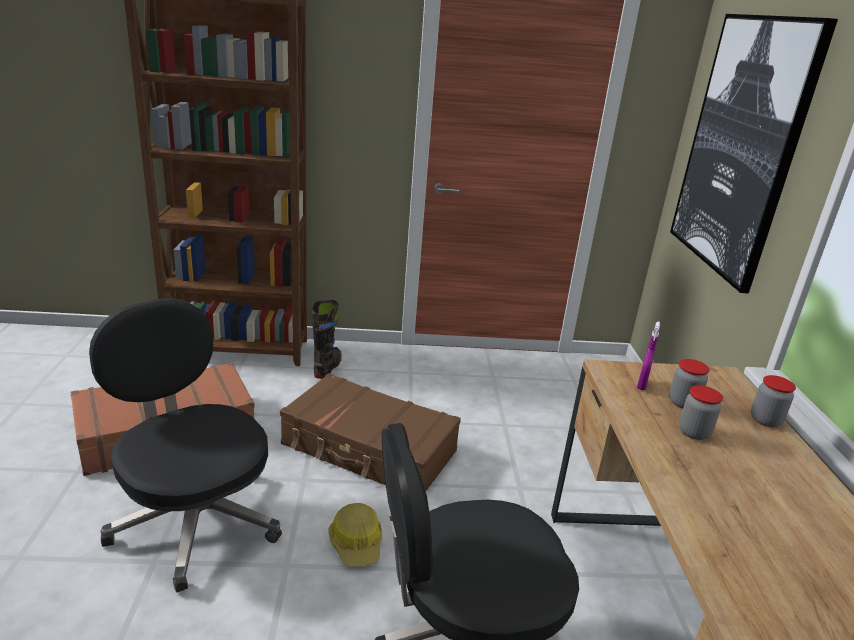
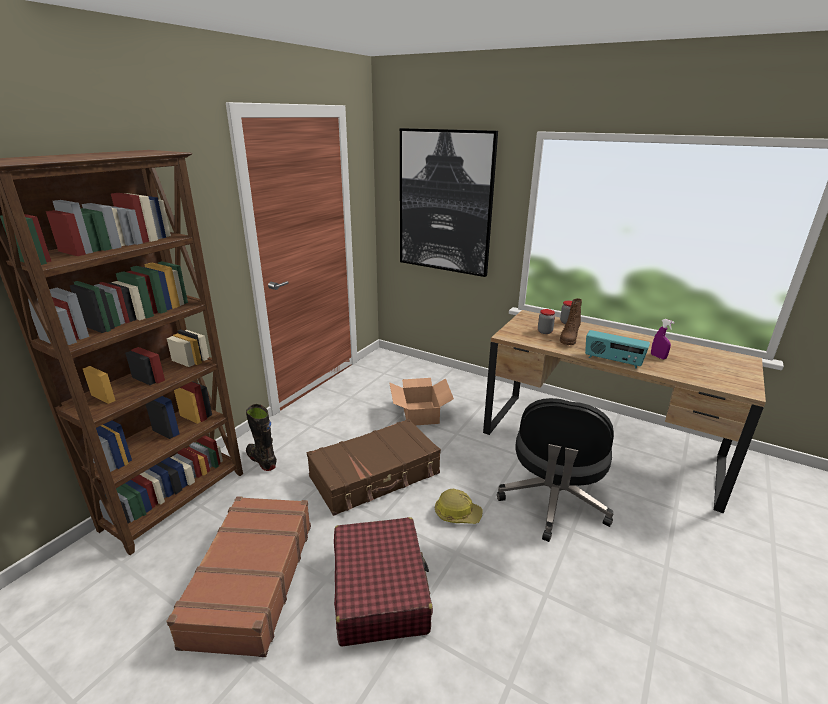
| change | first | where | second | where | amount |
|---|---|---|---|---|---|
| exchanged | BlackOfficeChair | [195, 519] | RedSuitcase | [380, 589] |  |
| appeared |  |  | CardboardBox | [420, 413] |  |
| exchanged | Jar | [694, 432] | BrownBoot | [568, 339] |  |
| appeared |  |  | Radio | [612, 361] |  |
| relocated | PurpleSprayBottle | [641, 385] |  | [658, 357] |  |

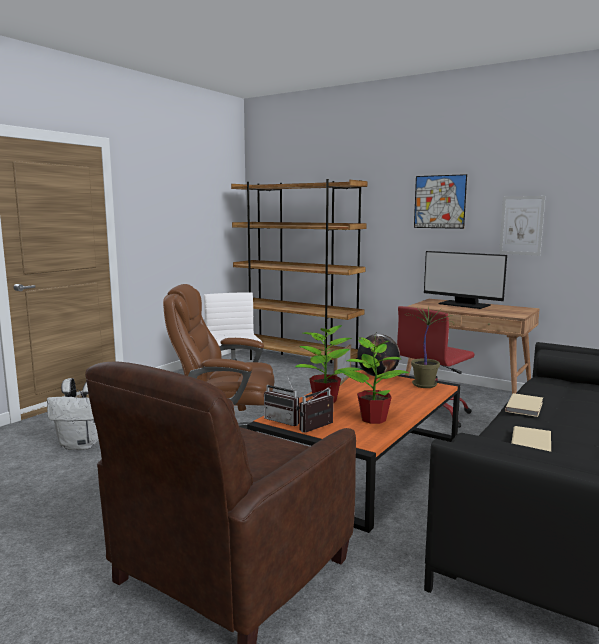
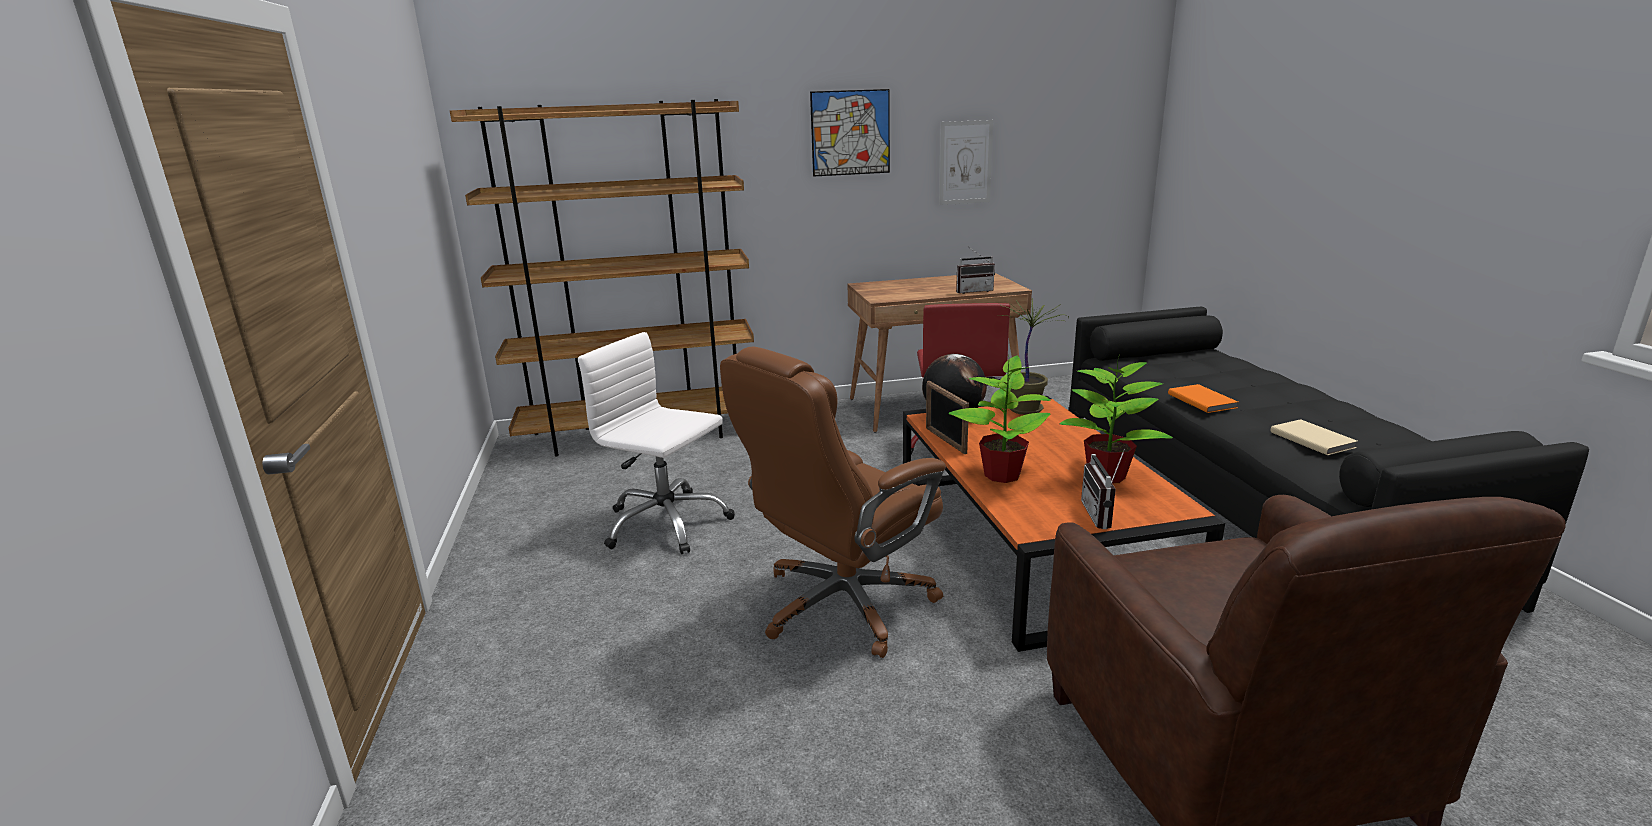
| change | first | where | second | where | amount |
|---|---|---|---|---|---|
| relocated | Radio | [284, 420] |  | [973, 291] |  |
| colour | BeigeBook | [525, 407] | OrangeBook | [1202, 400] |  |
| missing | WhiteBackpack | [82, 445] |  |  |  |
| missing | Monitor | [464, 305] |  |  |  |

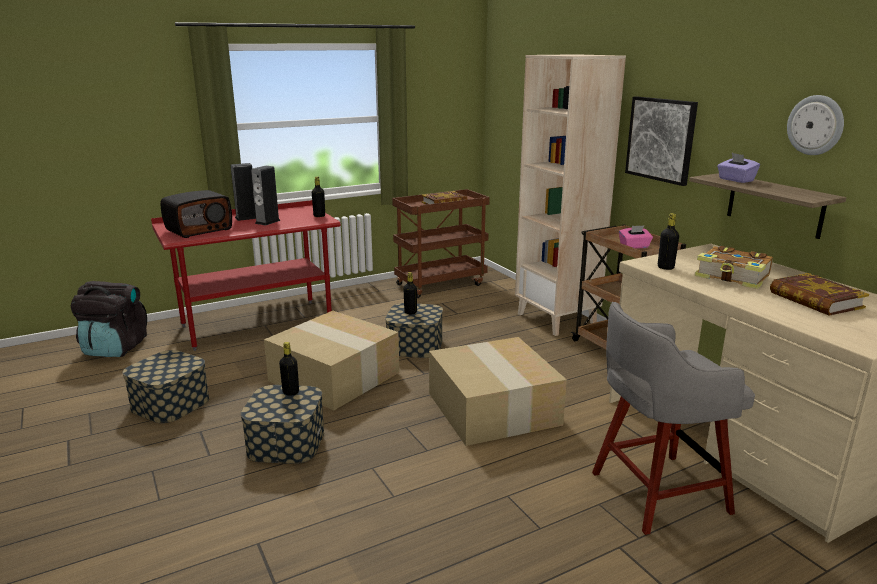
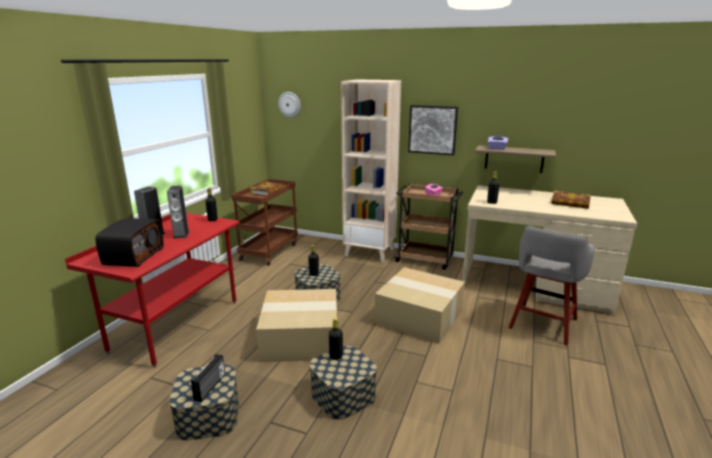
| change | first | where | second | where | amount |
|---|---|---|---|---|---|
| appeared |  |  | Radio | [211, 387] |  |
| relocated | WallClock | [815, 125] |  | [289, 104] |  |
| missing | BlackBackpack | [115, 348] |  |  |  |
| missing | Book | [733, 277] |  |  |  |

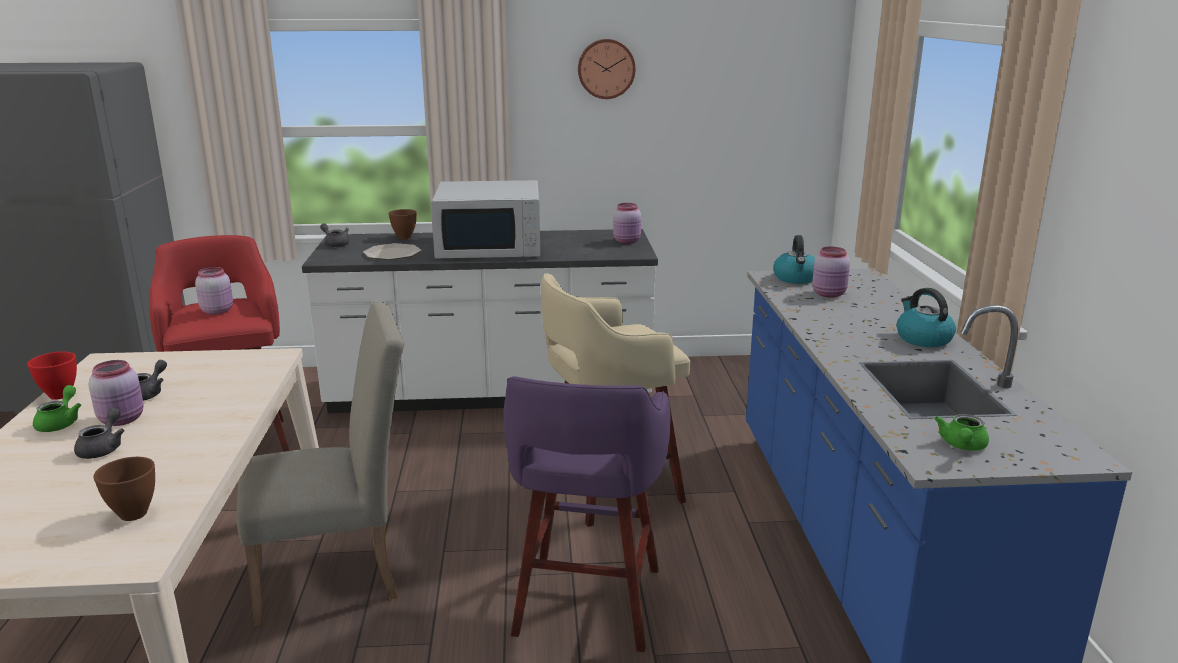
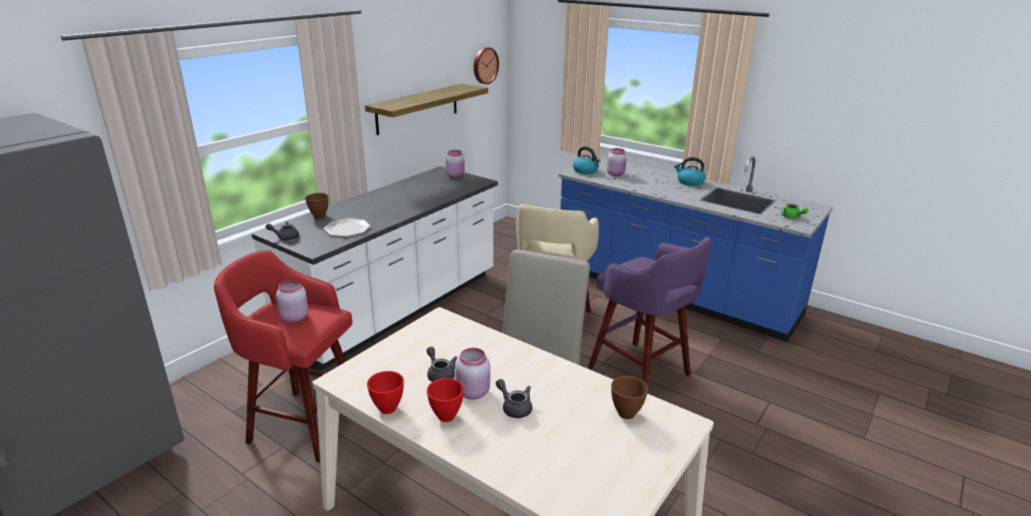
| change | first | where | second | where | amount |
|---|---|---|---|---|---|
| appeared |  |  | Shelf | [417, 108] |  |
| exchanged | GreenTeapot | [60, 423] | RedBowl | [445, 416] |  |
| relocated | WallClock | [606, 69] |  | [484, 65] |  |
| missing | WhiteMicrowave | [490, 246] |  |  |  |

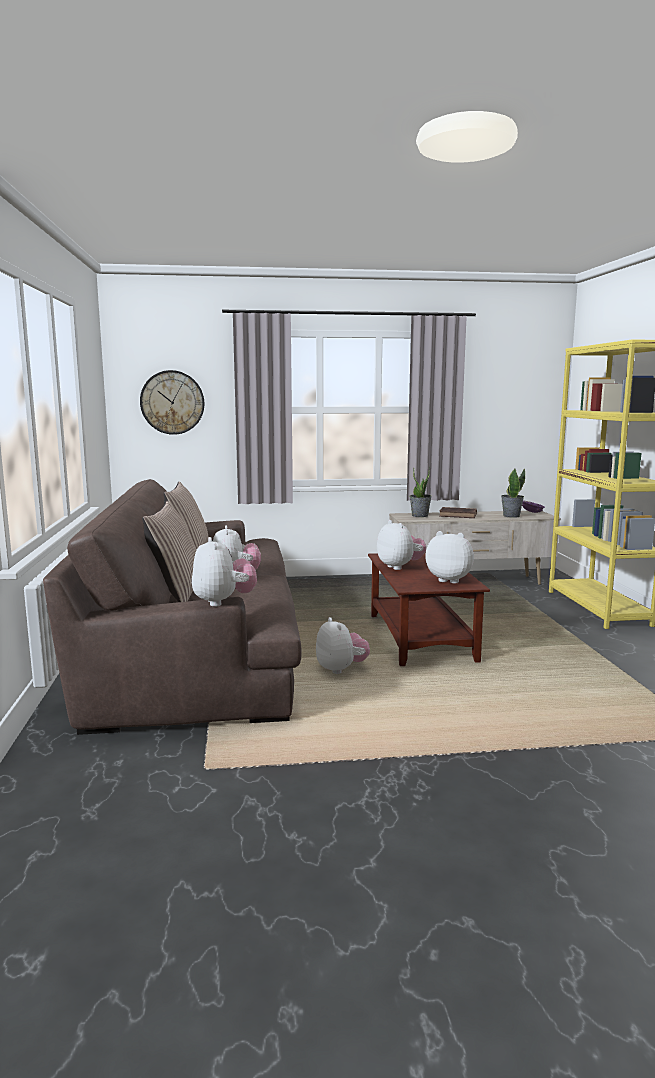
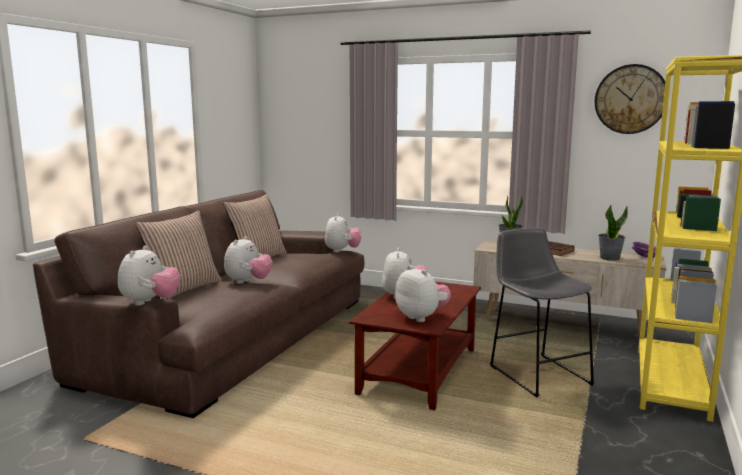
| change | first | where | second | where | amount |
|---|---|---|---|---|---|
| relocated | PlushToy | [341, 669] |  | [342, 251] |  |
| appeared |  |  | GreyStool | [537, 373] |  |
| relocated | WallClock | [172, 402] |  | [630, 99] |  |

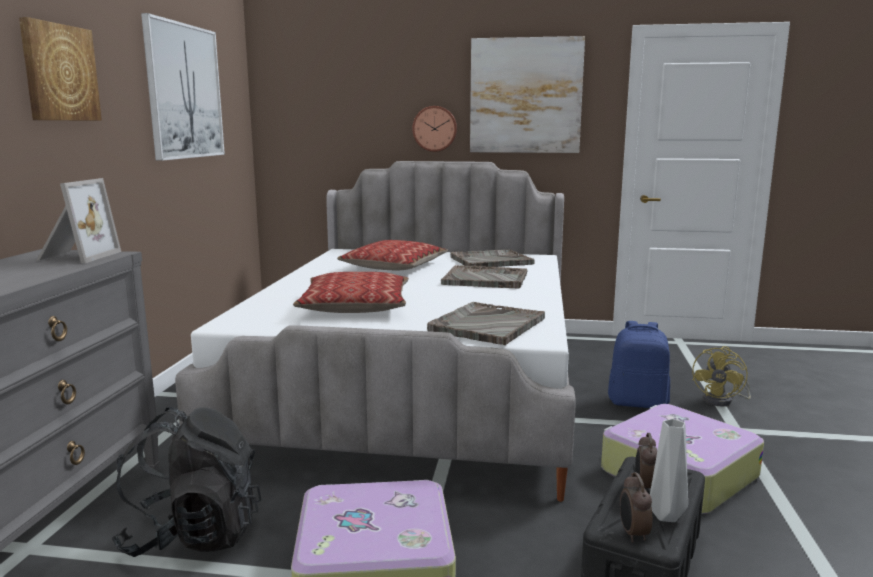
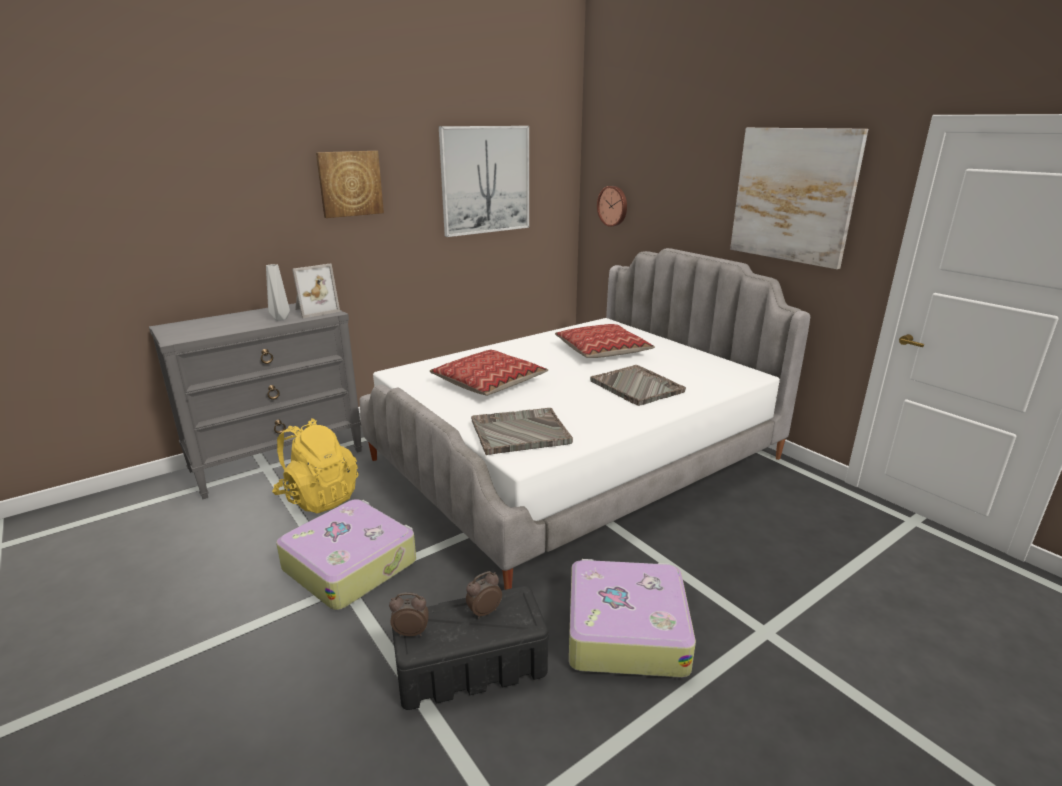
| change | first | where | second | where | amount |
|---|---|---|---|---|---|
| relocated | GreyVase | [666, 517] |  | [279, 319] |  |
| colour | BlackBackpack | [193, 535] | YellowBackpack | [319, 497] |  |
| spun | AlarmClock | [633, 534] |  | [411, 632] | 45 degrees clockwise |
| relocated | WallClock | [435, 128] |  | [613, 206] |  |
| missing | GreyTray | [490, 261] |  |  |  |
| missing | BlueBackpack | [638, 402] |  |  |  |
| missing | YellowFan | [722, 401] |  |  |  |

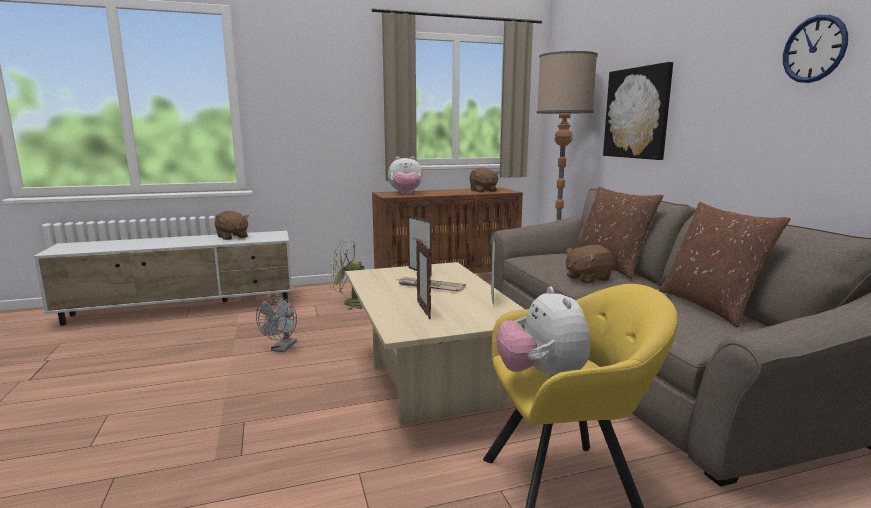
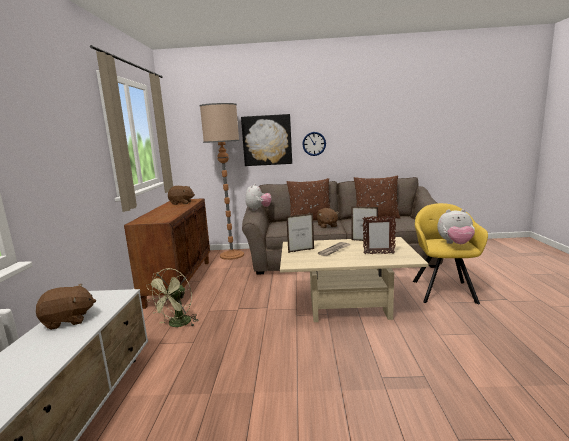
| change | first | where | second | where | amount |
|---|---|---|---|---|---|
| relocated | PlushToy | [405, 194] |  | [258, 209] |  |
| relocated | WallClock | [814, 49] |  | [314, 143] |  |
| missing | GreyFan | [282, 348] |  |  |  |

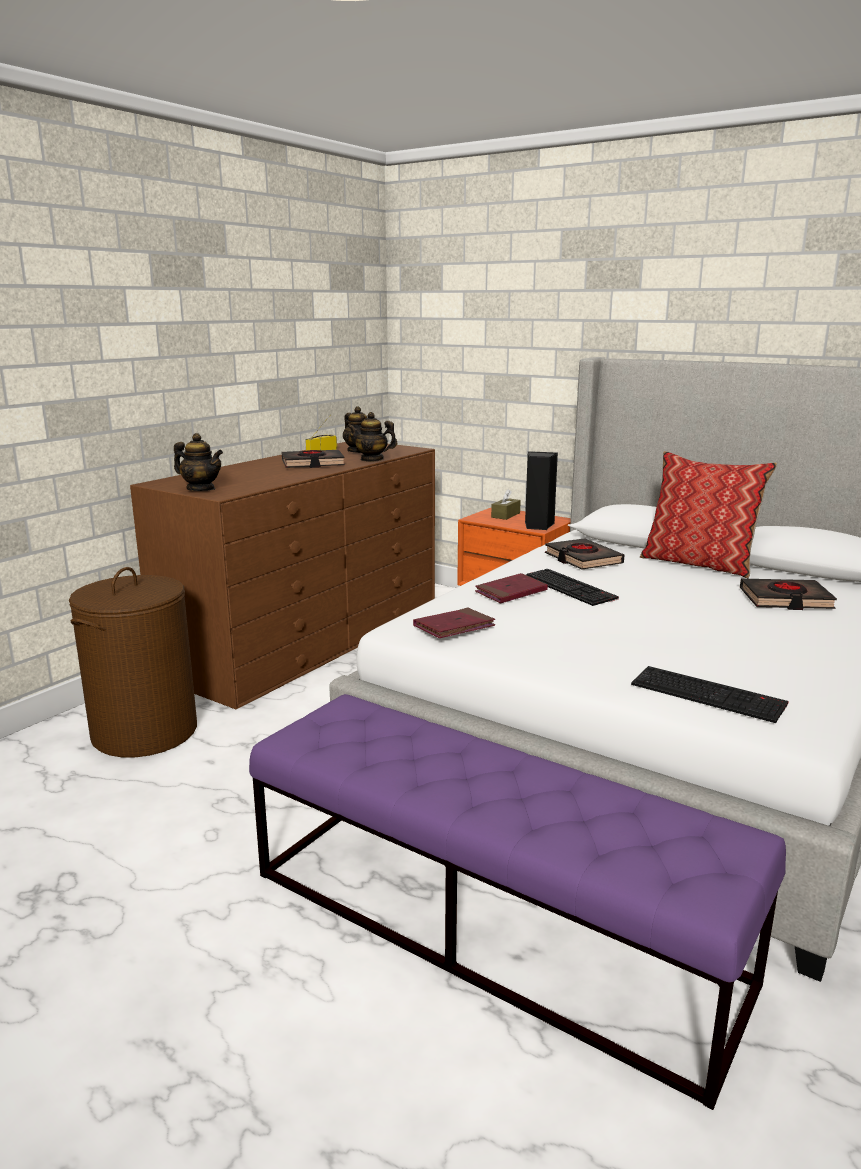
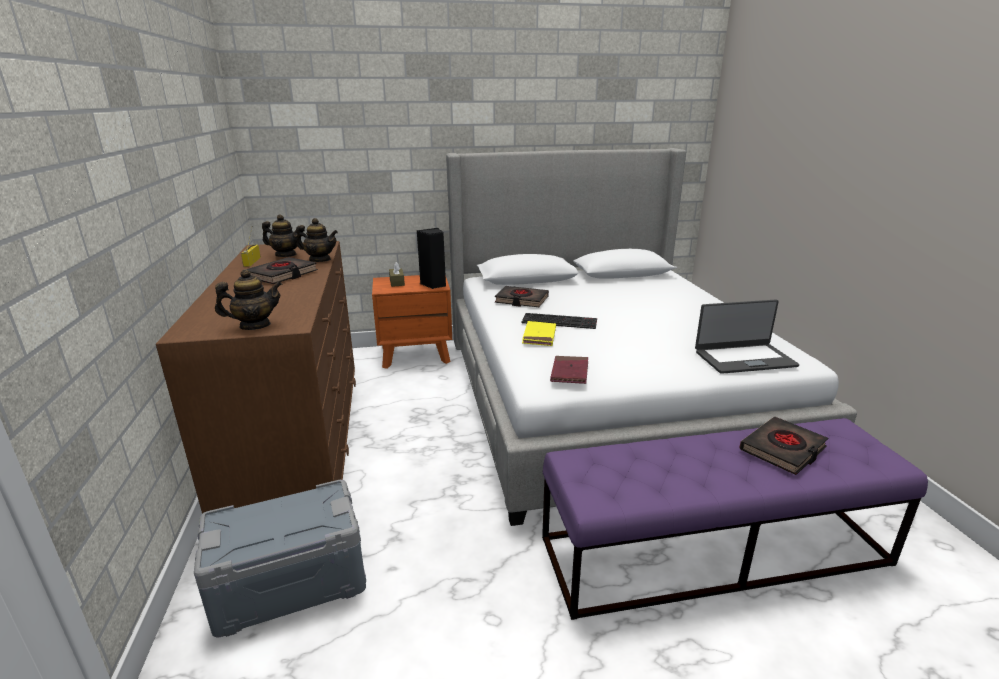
| change | first | where | second | where | amount |
|---|---|---|---|---|---|
| exchanged | BrownLaundryBasket | [144, 732] | GreyStorageBox | [290, 582] |  |
| spun | Teapot | [372, 459] |  | [320, 260] | 135 degrees counterclockwise |
| colour | RedBook | [511, 592] | YellowBook | [539, 336] |  |
| exchanged | Keyboard | [709, 694] | Laptop | [744, 358] |  |
| relocated | BlackBook | [785, 600] |  | [783, 449] |  |
| missing | Pillow | [699, 564] |  |  |  |

